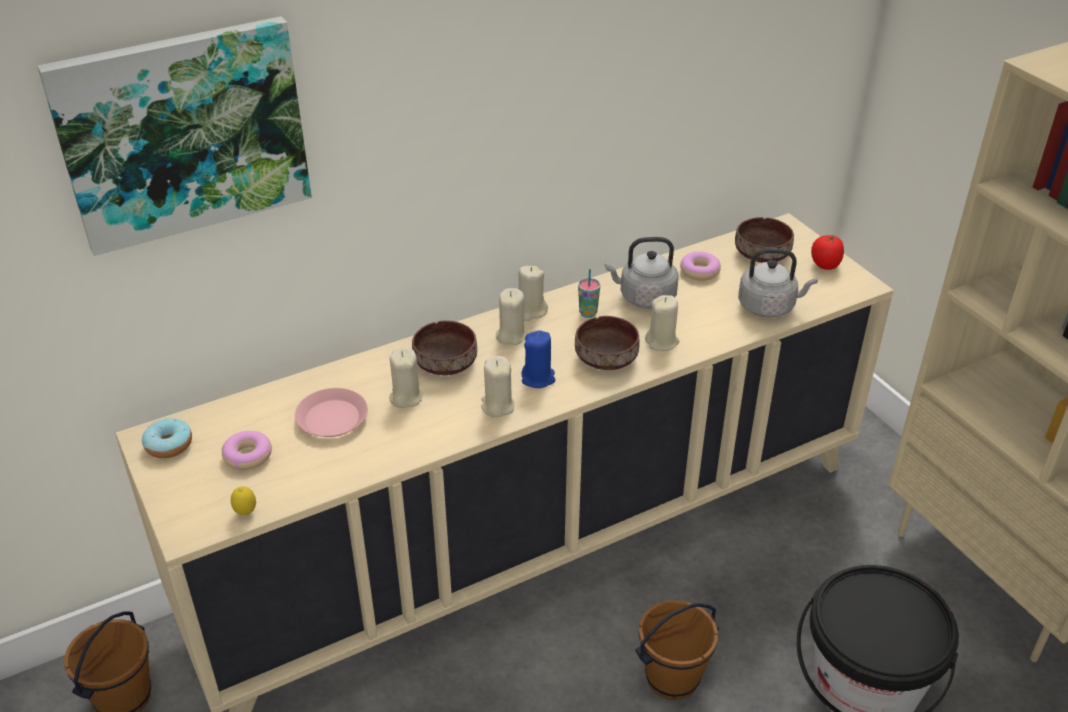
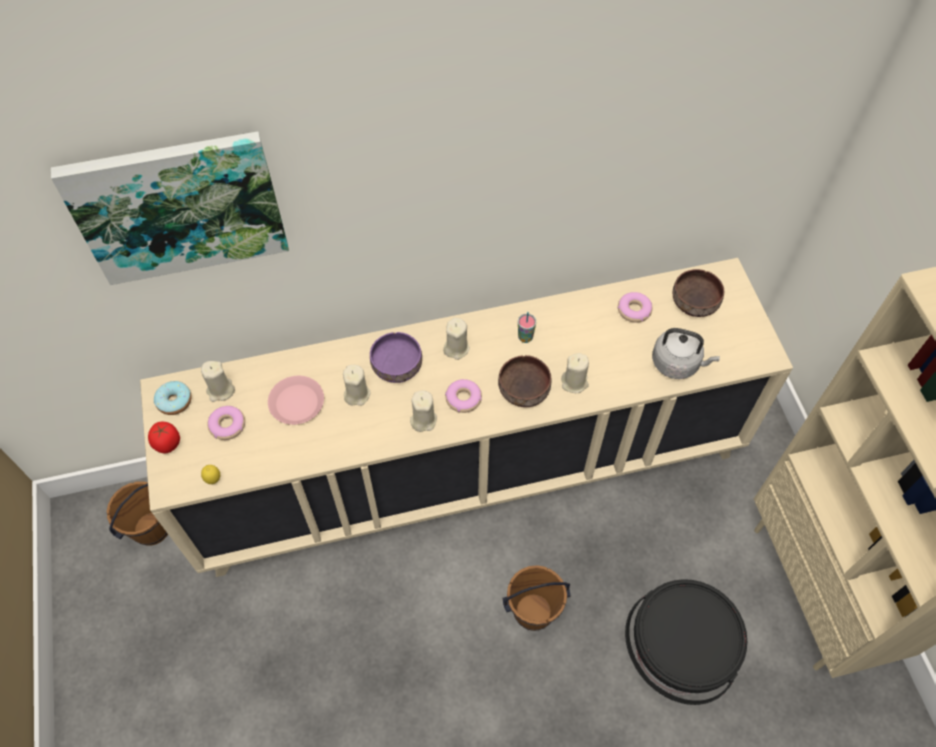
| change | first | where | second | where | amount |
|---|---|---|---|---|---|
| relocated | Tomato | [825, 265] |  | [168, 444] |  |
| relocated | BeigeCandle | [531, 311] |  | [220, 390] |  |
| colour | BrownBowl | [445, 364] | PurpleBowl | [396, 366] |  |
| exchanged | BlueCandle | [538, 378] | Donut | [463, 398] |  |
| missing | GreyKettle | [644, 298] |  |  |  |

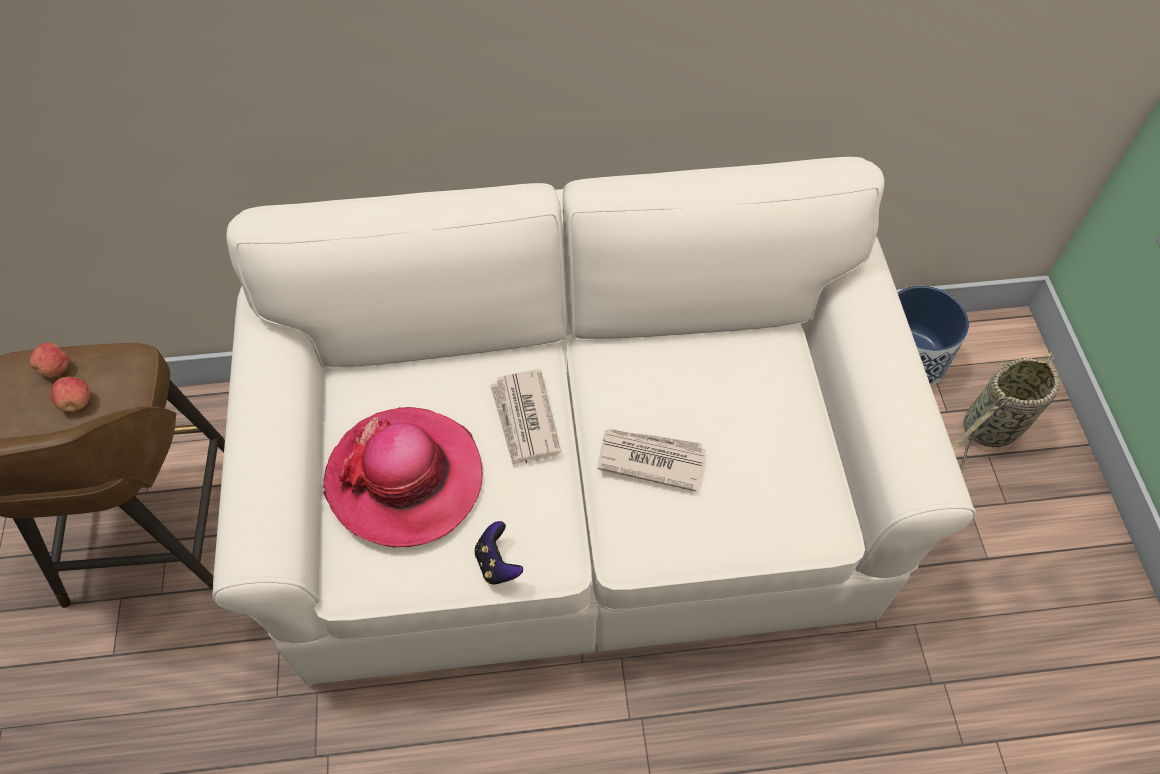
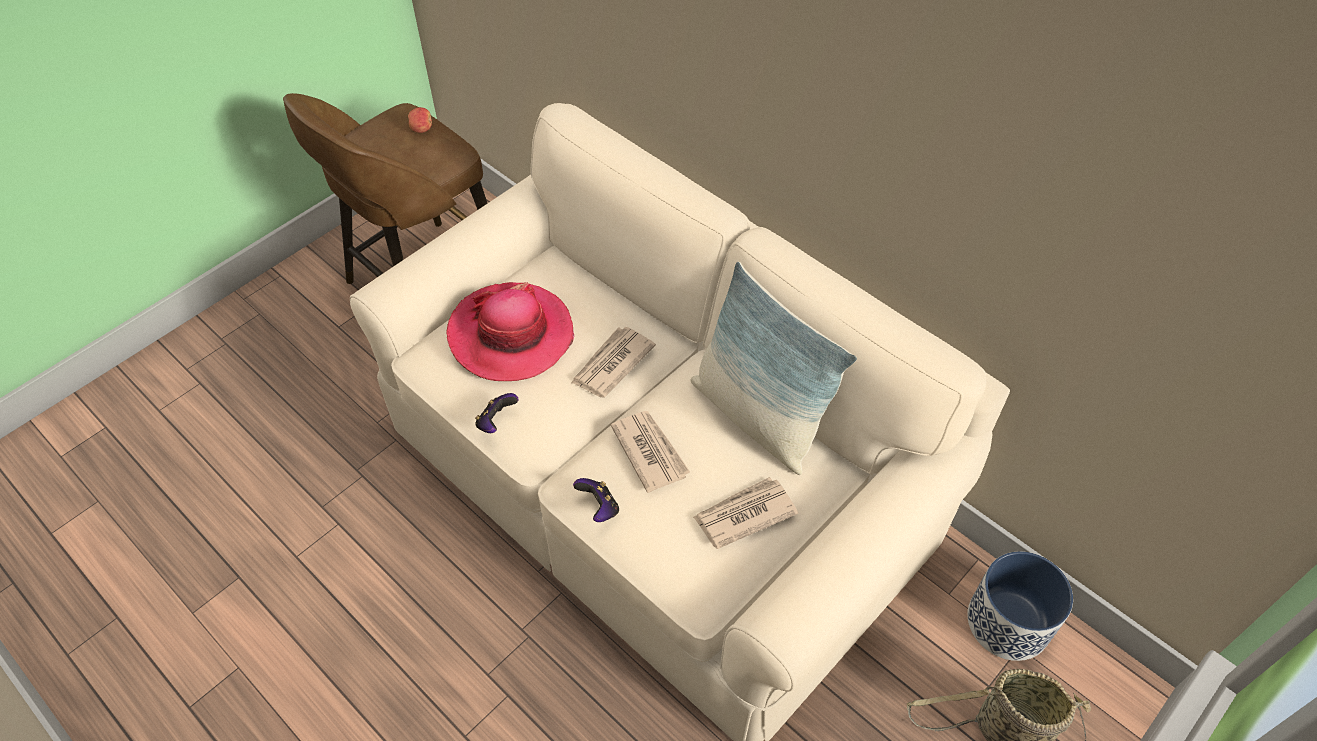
| change | first | where | second | where | amount |
|---|---|---|---|---|---|
| appeared |  |  | GameController | [599, 508] |  |
| appeared |  |  | Pillow | [757, 417] |  |
| appeared |  |  | Newspaper | [743, 514] |  |
| missing | Apple | [77, 402] |  |  |  |

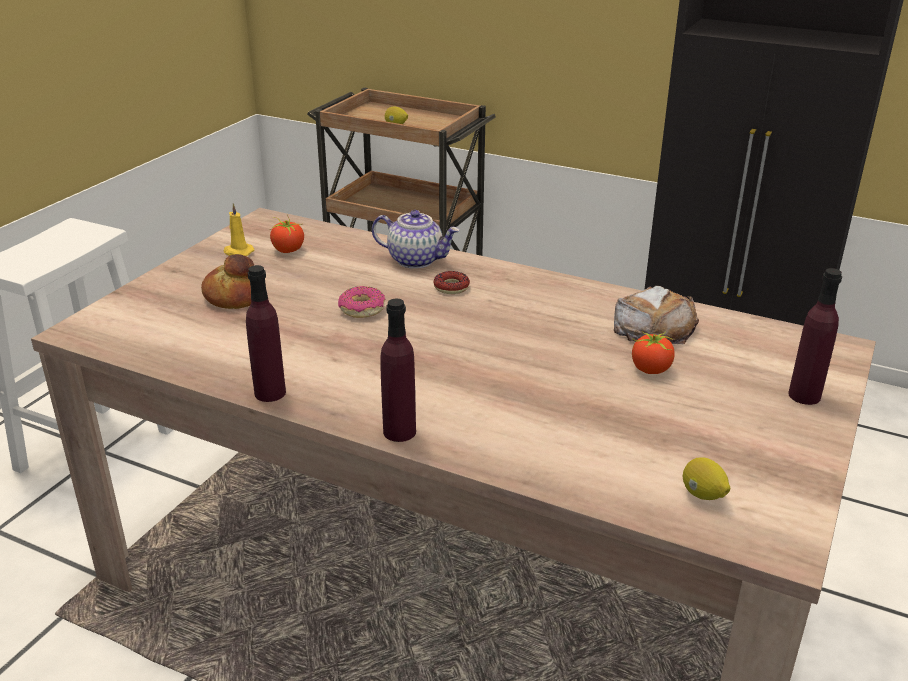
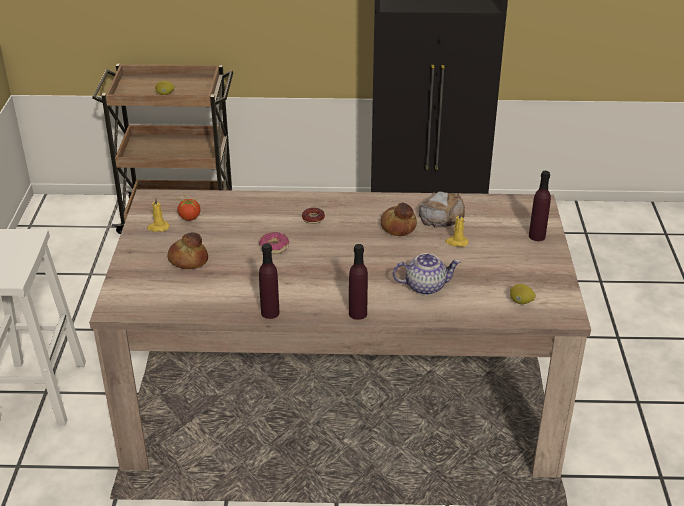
| change | first | where | second | where | amount |
|---|---|---|---|---|---|
| appeared |  |  | Bread | [399, 226] |  |
| relocated | Teapot | [416, 260] |  | [425, 286] |  |
| exchanged | Tomato | [650, 370] | YellowCandle | [456, 242] |  |

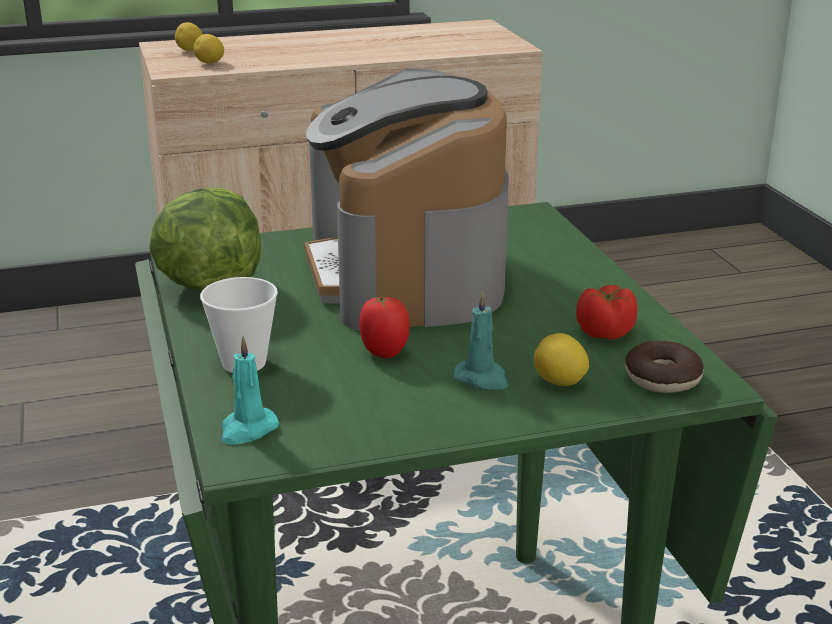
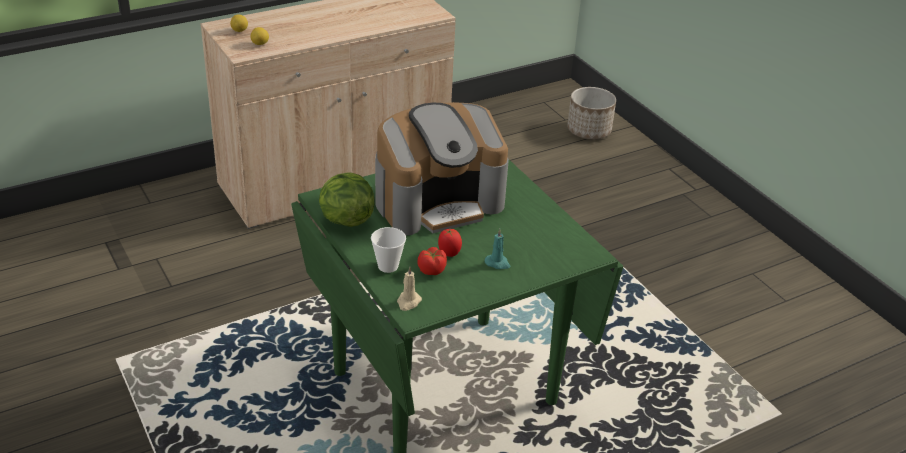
| change | first | where | second | where | amount |
|---|---|---|---|---|---|
| spun | CoffeeMachine | [406, 273] |  | [438, 201] | 90 degrees counterclockwise |
| colour | TurquoiseCandle | [247, 429] | BeigeCandle | [408, 302] |  |
| relocated | Tomato | [605, 333] |  | [432, 270] |  |
| appeared |  |  | Planter | [589, 130] |  |
| missing | Lemon | [559, 383] |  |  |  |
| missing | Donut | [662, 378] |  |  |  |

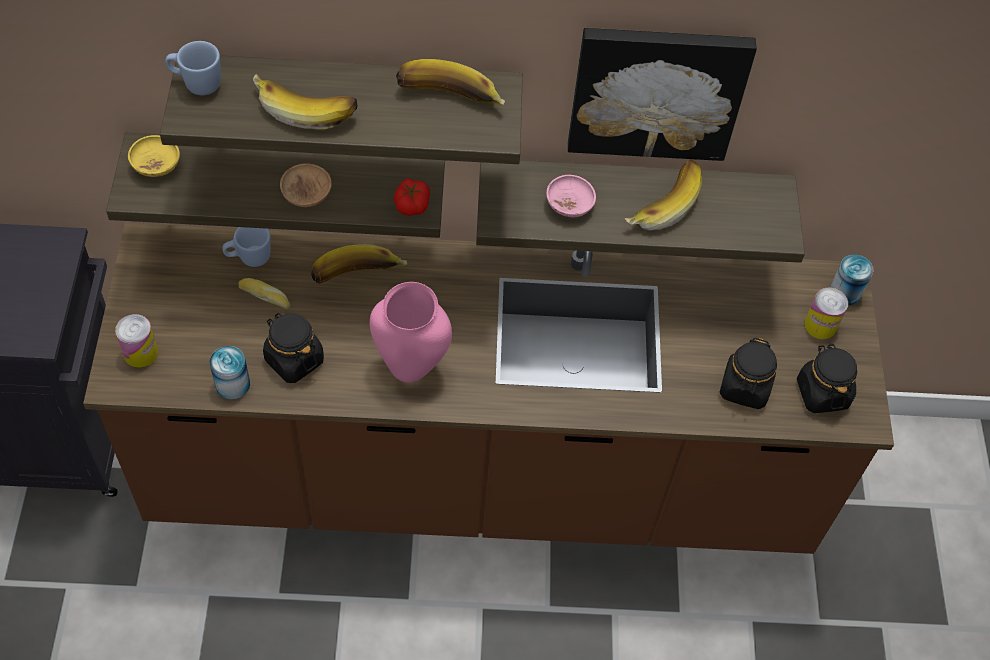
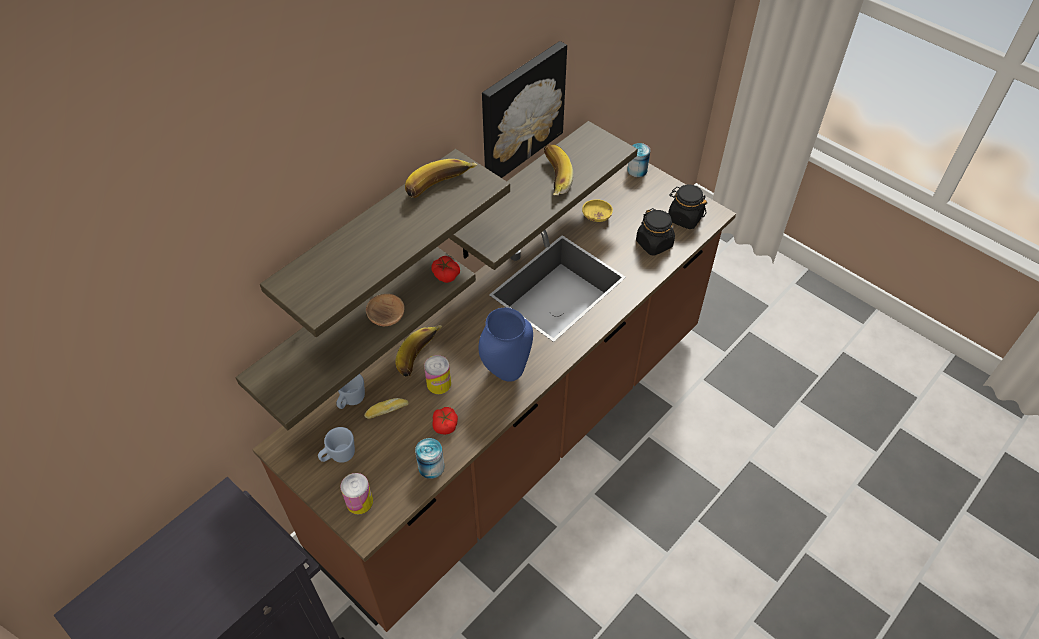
| change | first | where | second | where | amount |
|---|---|---|---|---|---|
| relocated | BlueMug | [196, 83] |  | [338, 456] |  |
| relocated | Can | [820, 325] |  | [439, 384] |  |
| exchanged | BlackJar | [294, 360] | Tomato | [445, 424] |  |
| colour | PinkVase | [410, 369] | BlueVase | [507, 373] |  |
| relocated | YellowBowl | [156, 165] |  | [596, 217] |  |
| missing | Banana | [307, 107] |  |  |  |
| missing | PinkBowl | [569, 205] |  |  |  |

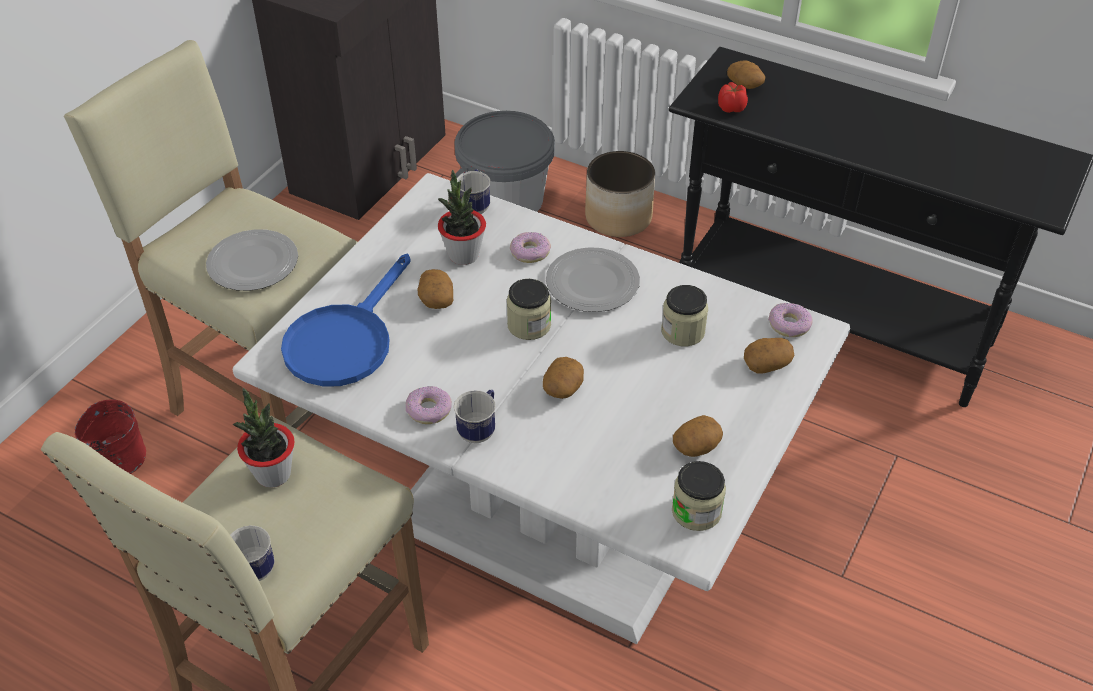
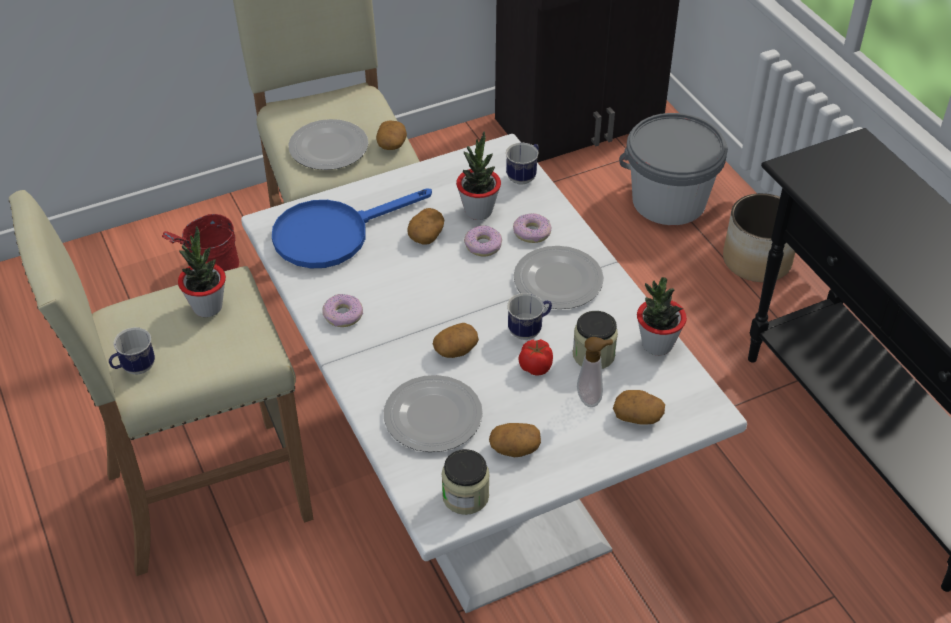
| change | first | where | second | where | amount |
|---|---|---|---|---|---|
| relocated | Potato | [745, 84] |  | [392, 144] |  |
| appeared |  |  | Plate | [431, 416] |  |
| relocated | Donut | [789, 325] |  | [483, 246] |  |
| relocated | Mug | [479, 429] |  | [529, 330] |  |
| relocated | Tomato | [731, 108] |  | [536, 366] |  |
| appeared |  |  | SoapDispenser | [591, 398] |  |
| appeared |  |  | PottedPlant | [657, 344] |  |
| missing | Jar | [529, 325] |  |  |  |

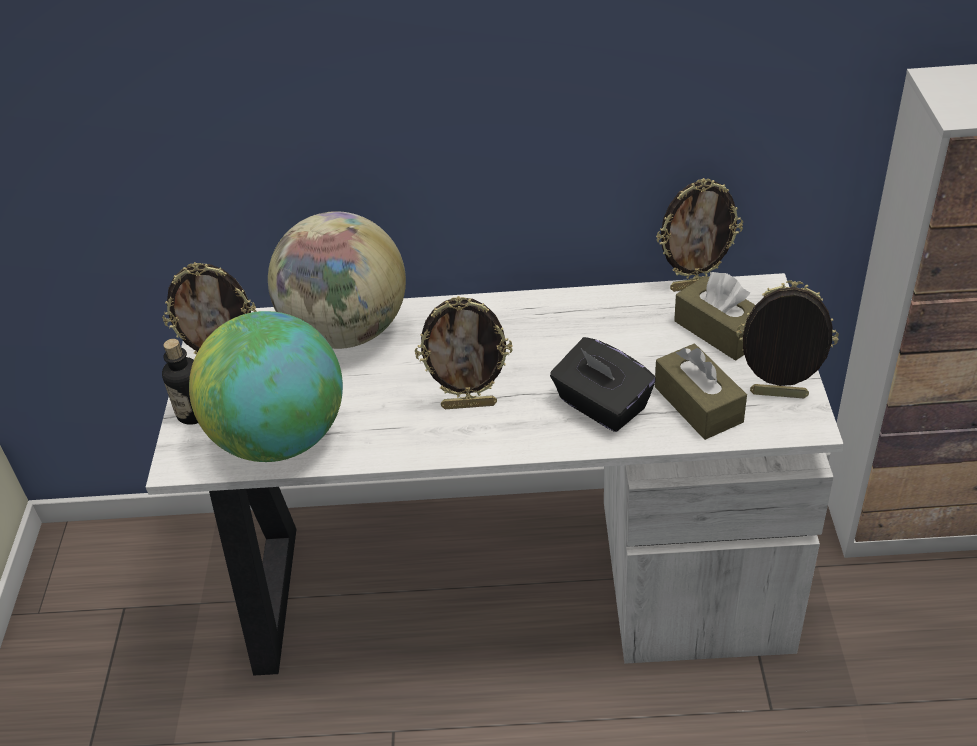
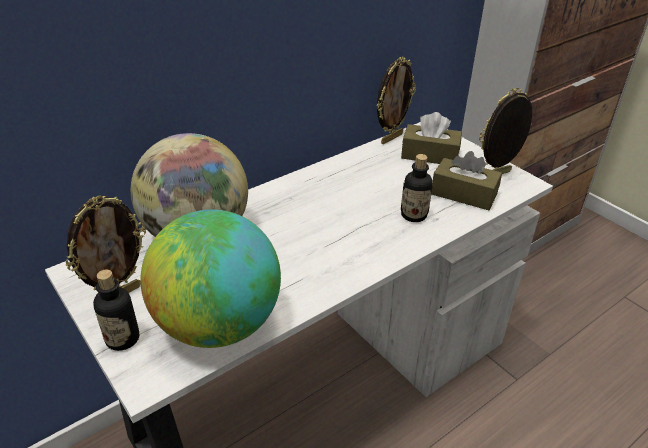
| change | first | where | second | where | amount |
|---|---|---|---|---|---|
| exchanged | BlackTissueBox | [601, 406] | Bottle | [413, 215] |  |
| missing | PictureFrame | [469, 404] |  |  |  |

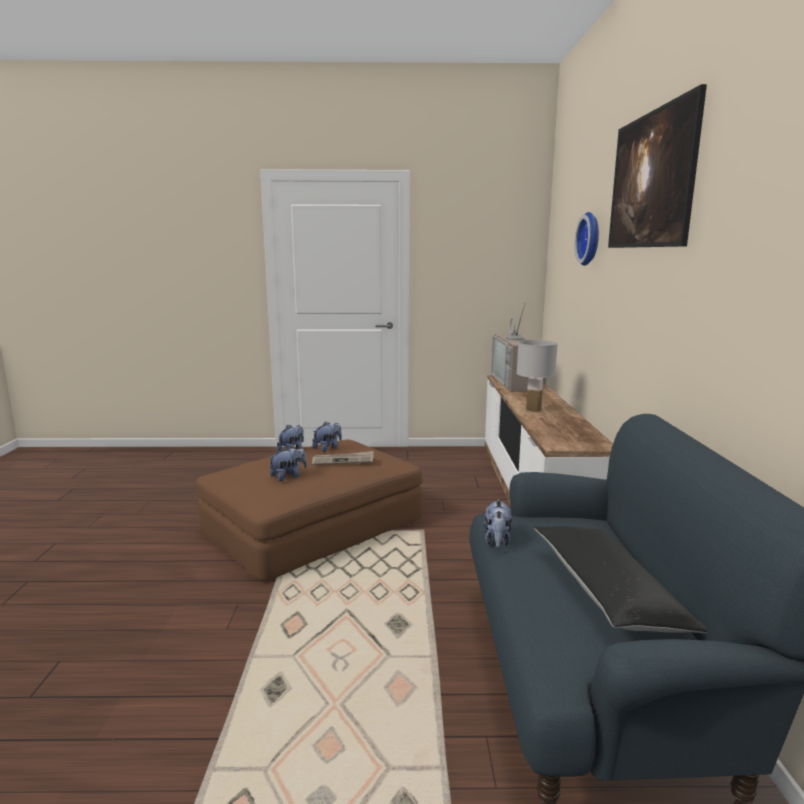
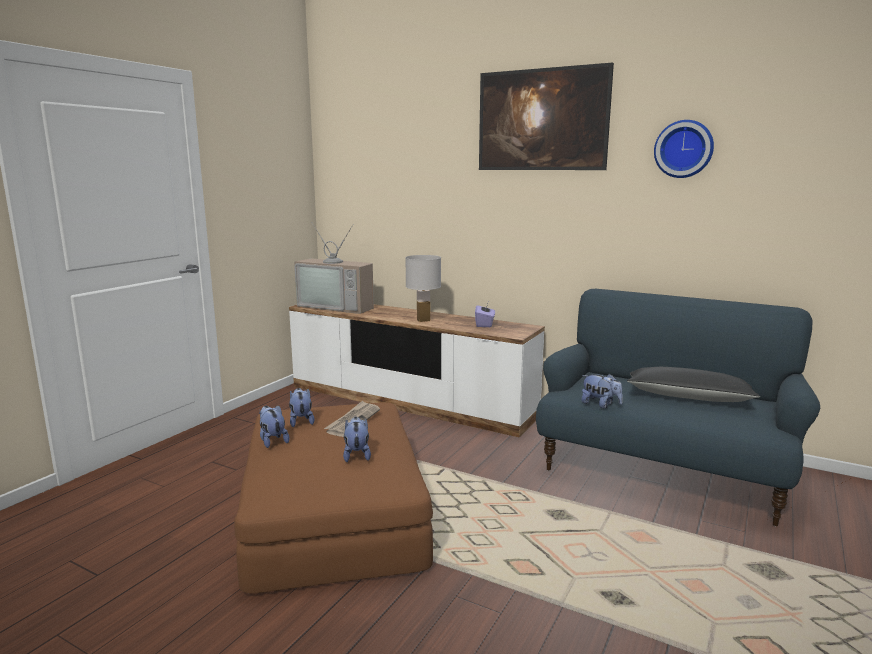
| change | first | where | second | where | amount |
|---|---|---|---|---|---|
| appeared |  |  | PurpleTissueBox | [484, 324] |  |
| relocated | WallClock | [591, 239] |  | [684, 149] |  |

